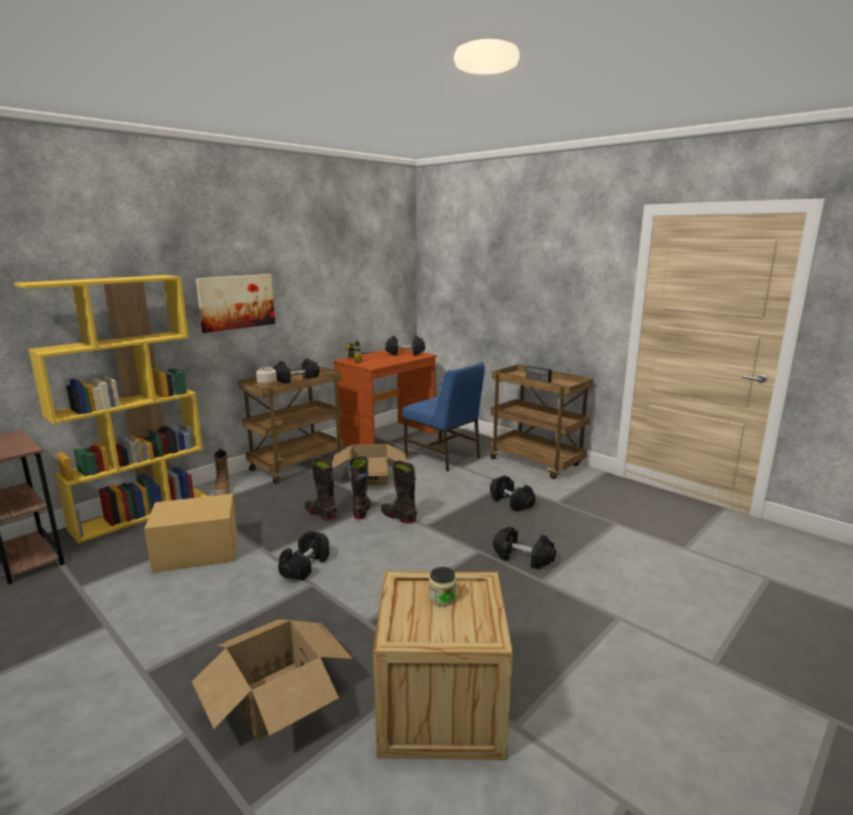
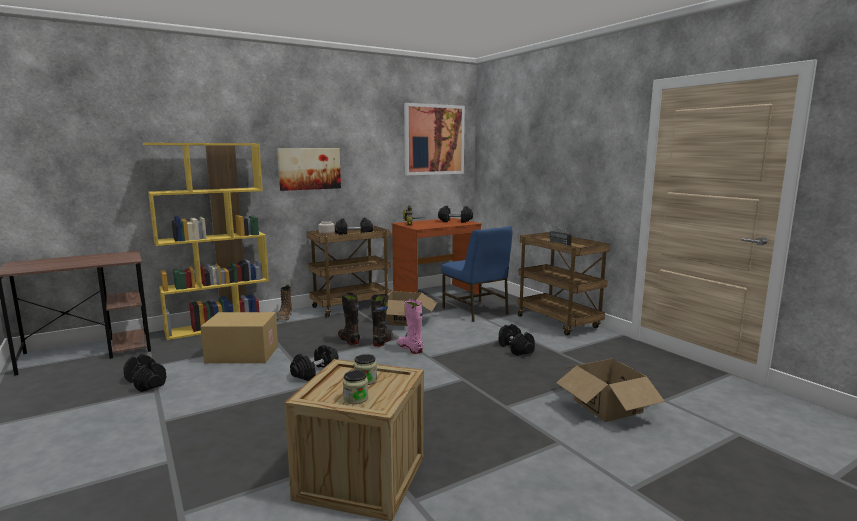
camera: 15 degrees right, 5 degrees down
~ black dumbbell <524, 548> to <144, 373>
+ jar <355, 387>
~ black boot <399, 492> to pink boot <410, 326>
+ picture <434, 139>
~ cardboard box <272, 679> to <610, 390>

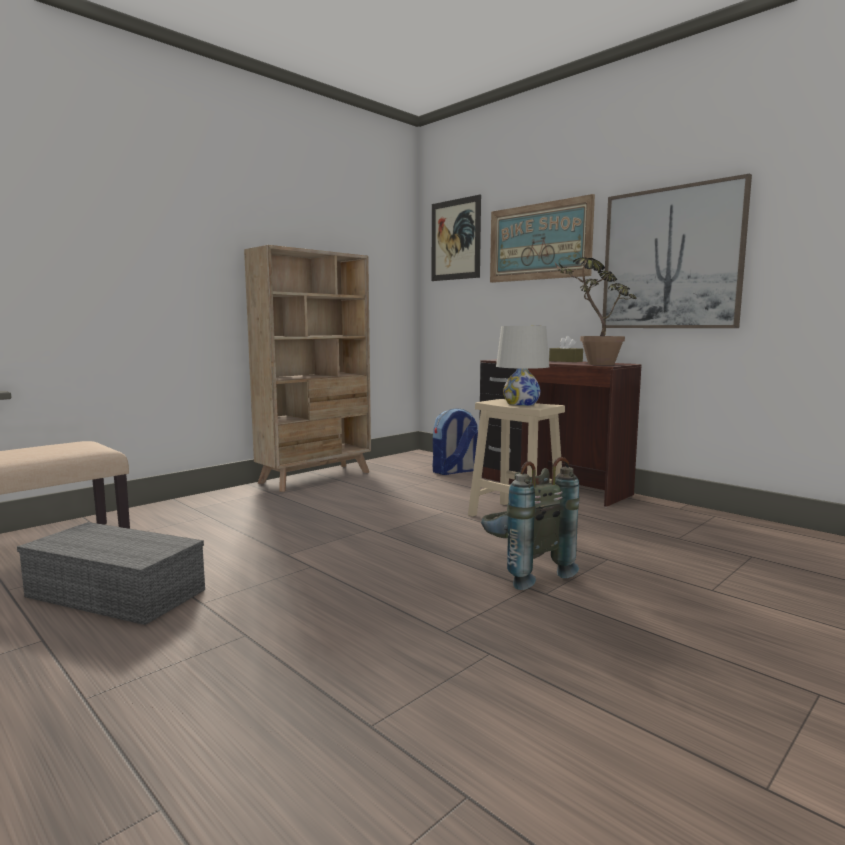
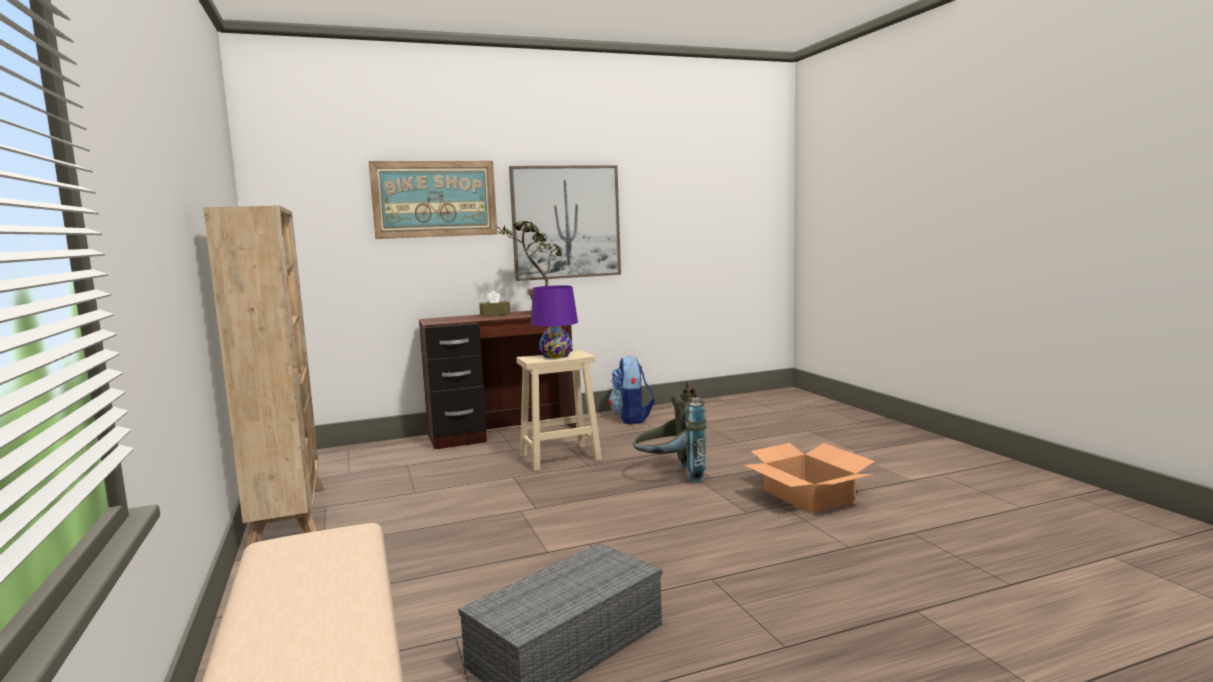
camera: 65 degrees left, 0 degrees up
~ white table lamp <522, 366> to purple table lamp <554, 321>
~ backpack <455, 441> to <632, 390>
+ cardboard box <809, 478>
- picture <456, 238>

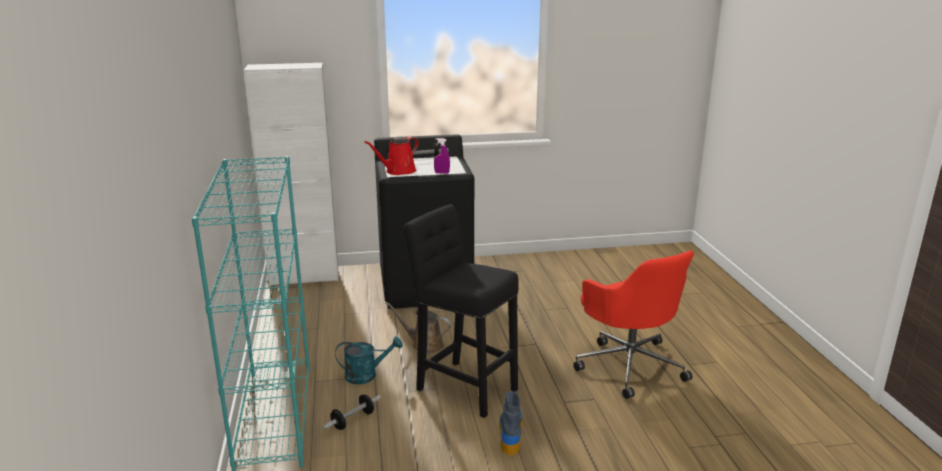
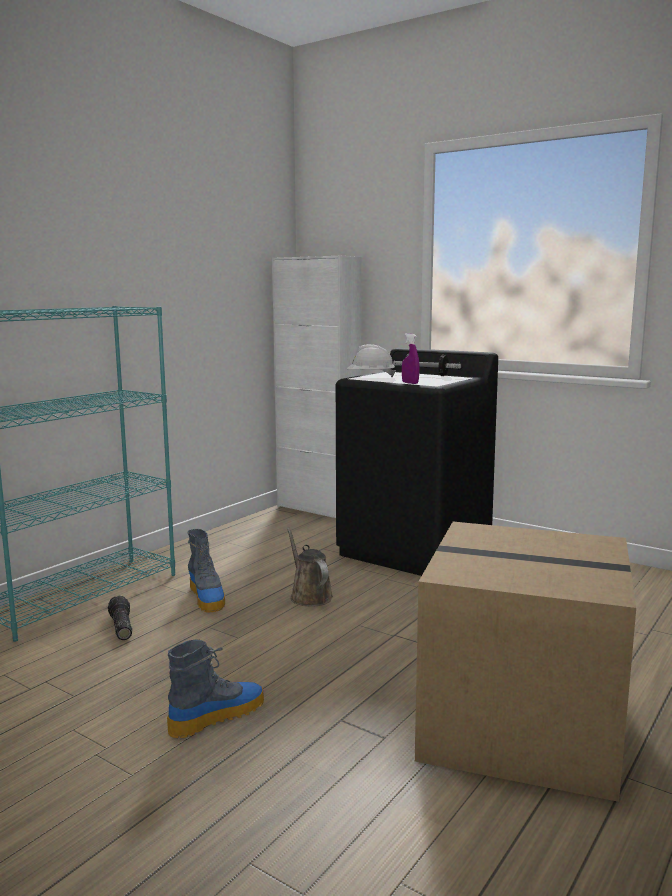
camera: 45 degrees right, 10 degrees down
~ dumbbell <351, 412> to flashlight <120, 618>
~ turquoise watering can <369, 360> to boot <206, 570>
~ red watering can <391, 155> to white hard hat <370, 360>
~ red office chair <633, 325> to cardboard box <525, 662>
- black stool <461, 311>

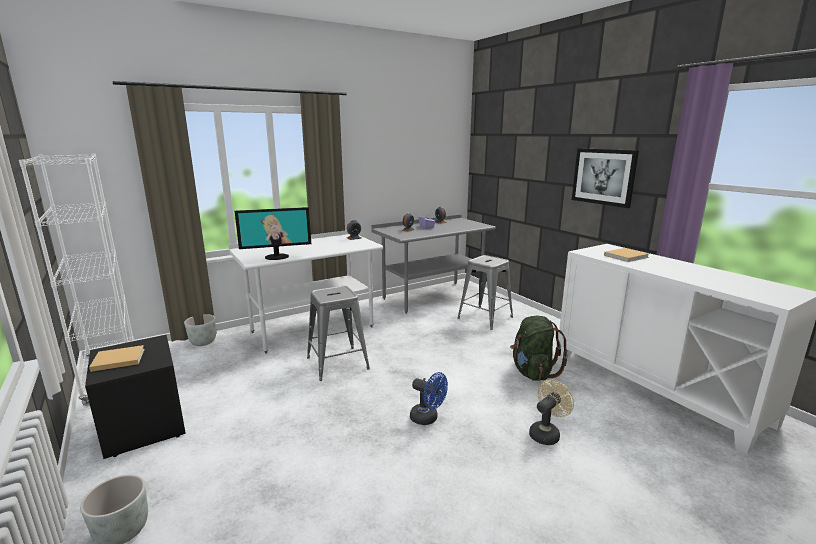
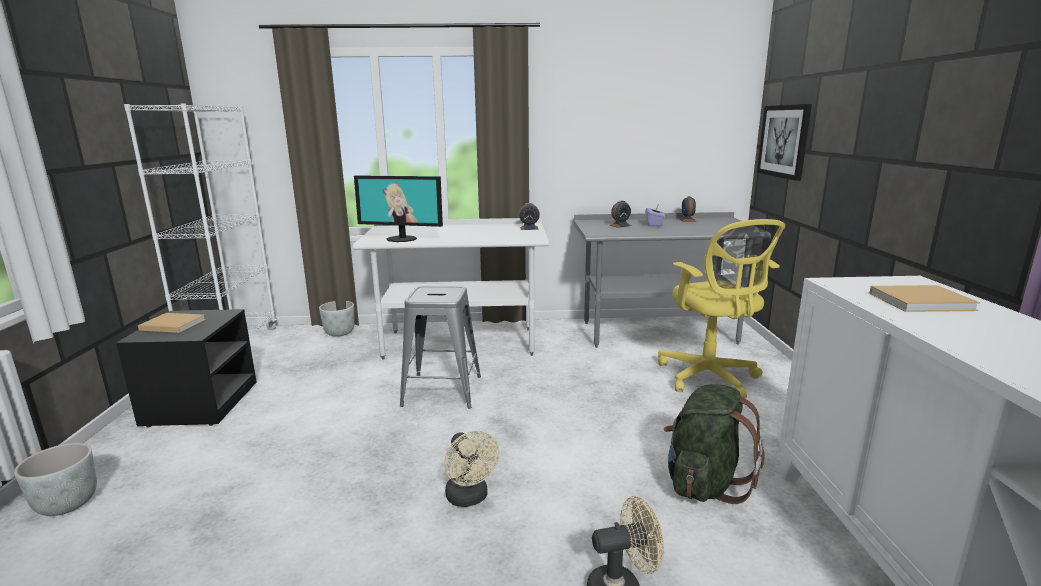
camera: 30 degrees right, 0 degrees up
~ blue fan <429, 398> to beige fan <472, 469>
~ grey stool <485, 292> to yellow office chair <721, 309>
~ picture <605, 178> to <784, 142>

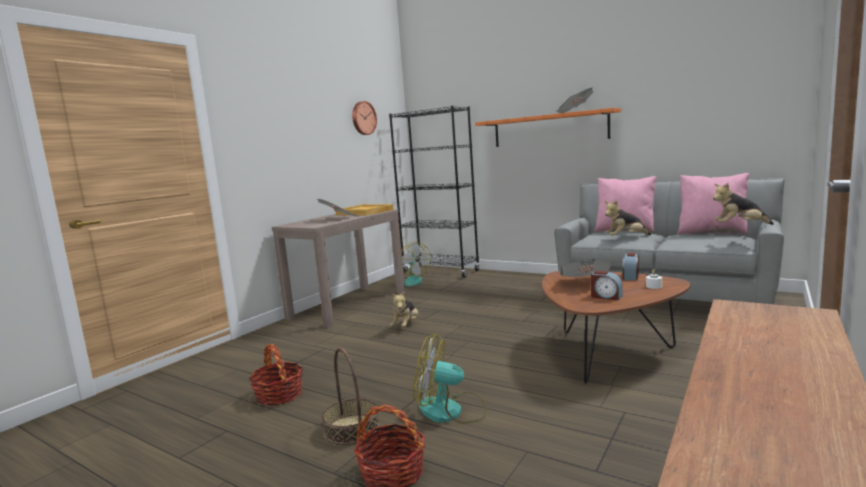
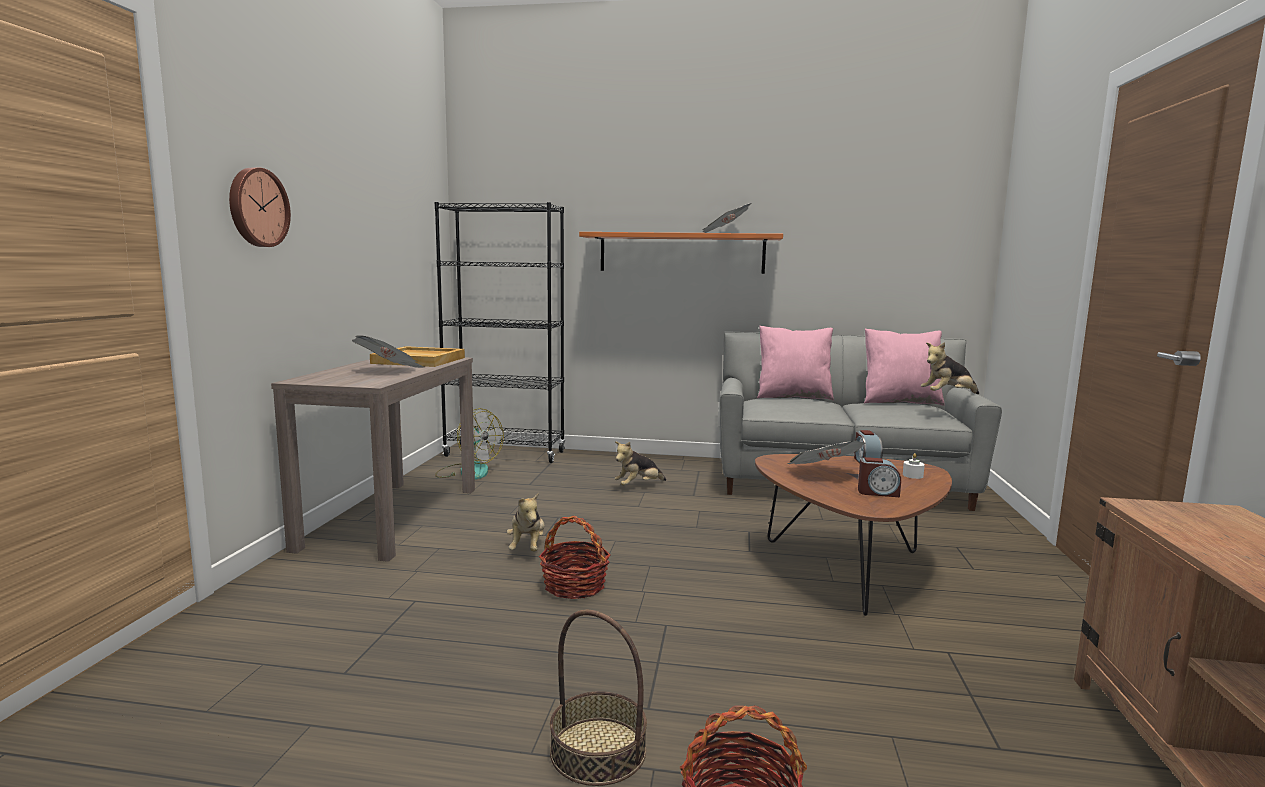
camera: 25 degrees left, 0 degrees up
~ wall clock <364, 118> to <260, 207>
~ basket <276, 375> to <574, 557>
~ plush toy <628, 218> to <640, 463>
- fan <450, 379>

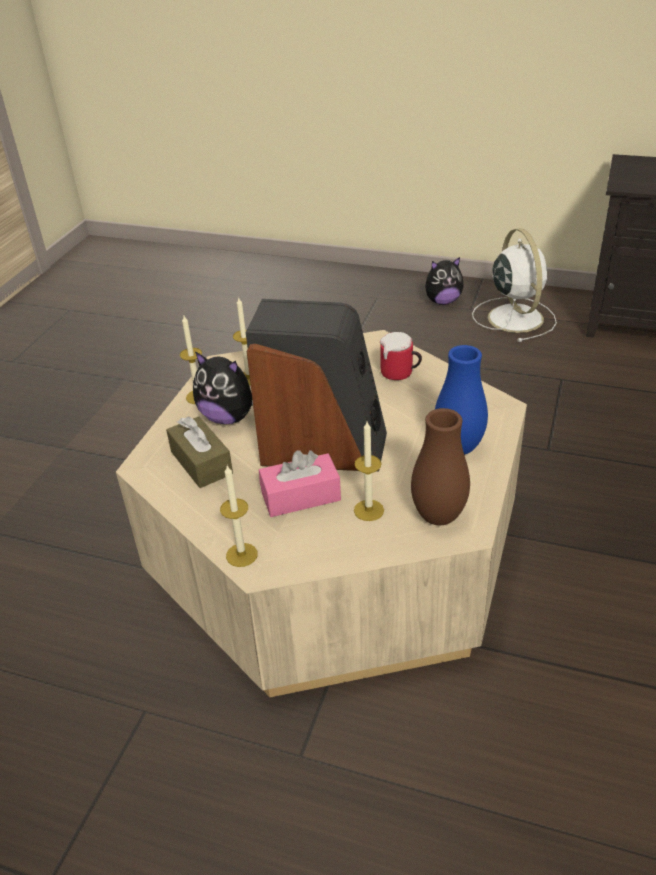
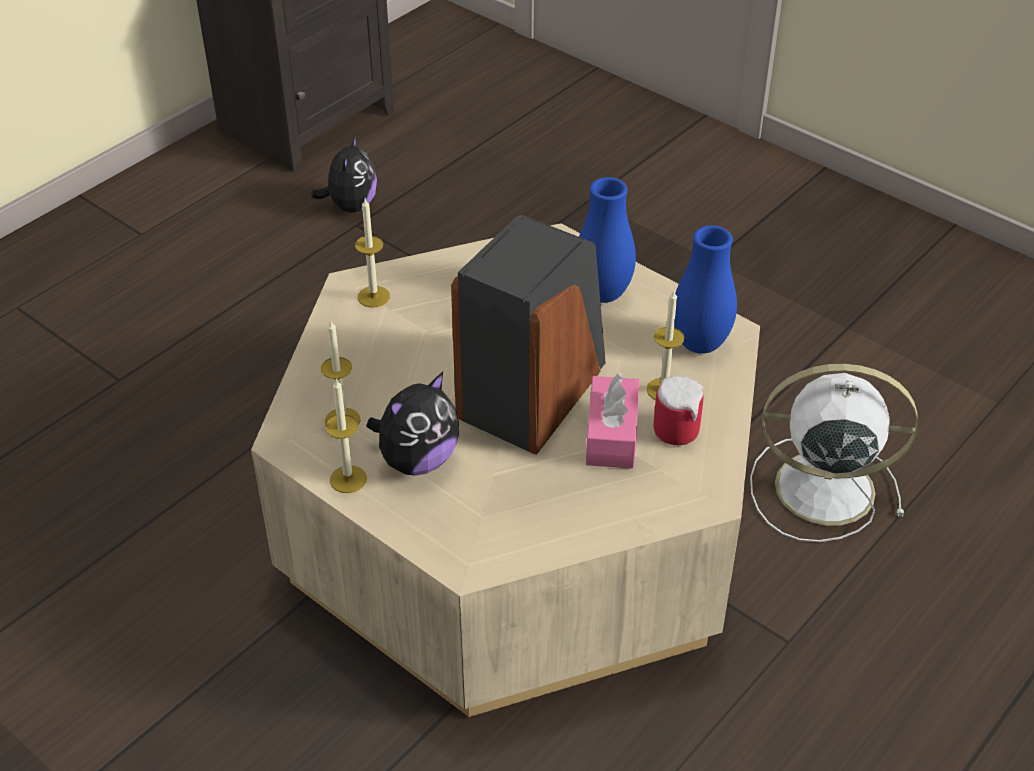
camera: 70 degrees left, 5 degrees up
~ plush toy <444, 281> to <344, 173>
~ candle <239, 516> to <372, 253>
~ mug <401, 356> to <678, 410>
~ brown vase <440, 466> to blue vase <705, 289>
~ white fan <514, 285> to <834, 453>
- brown tissue box <199, 452>

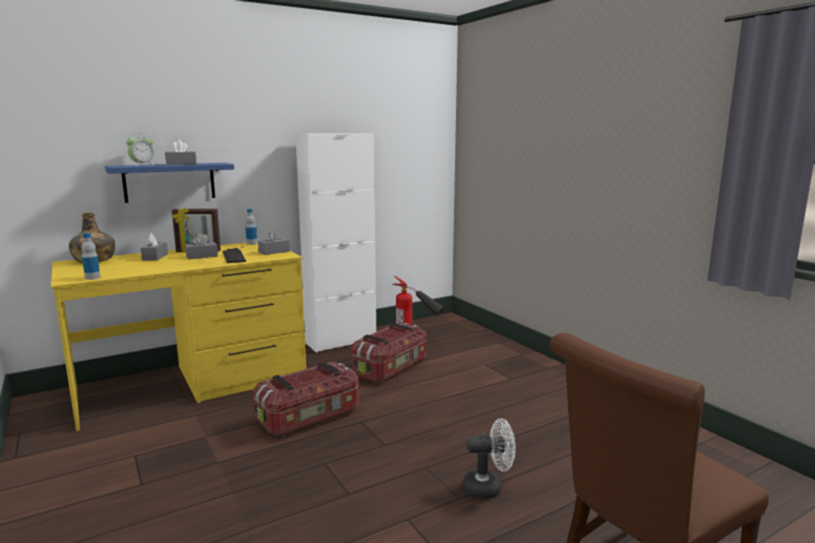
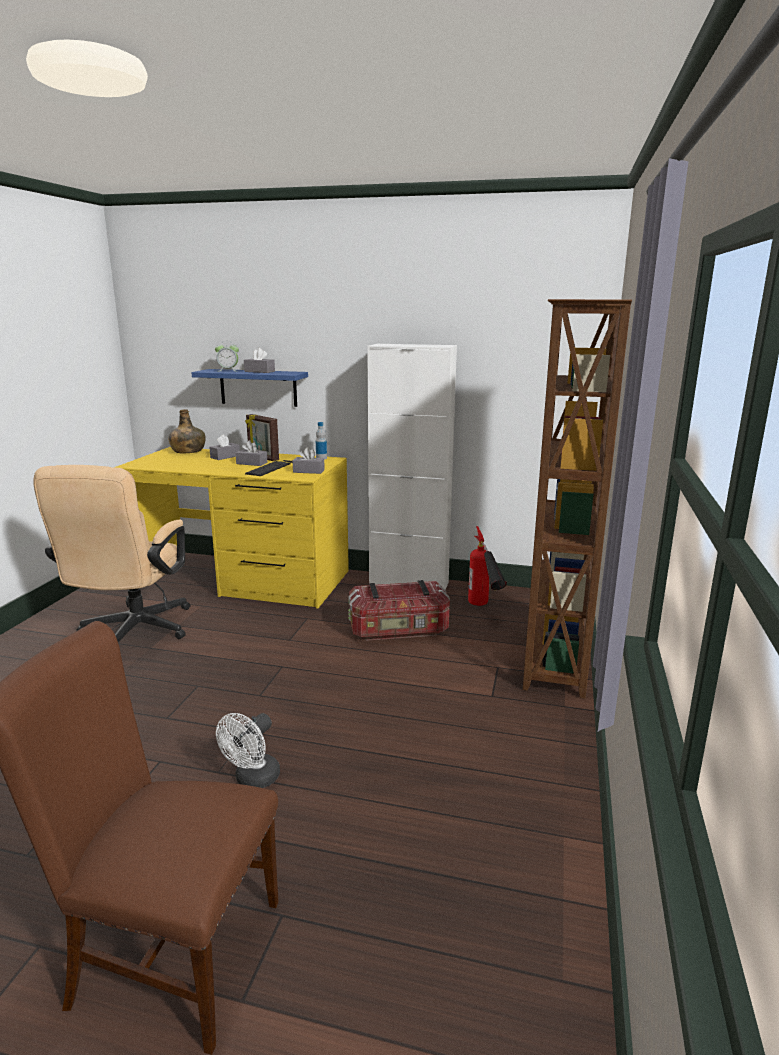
camera: 45 degrees right, 5 degrees up
+ beige office chair <112, 553>
~ white fan <489, 458> = <248, 750> 75 degrees clockwise
+ brown bookcase <577, 499>
- bottle <90, 256>
- storage box <306, 398>

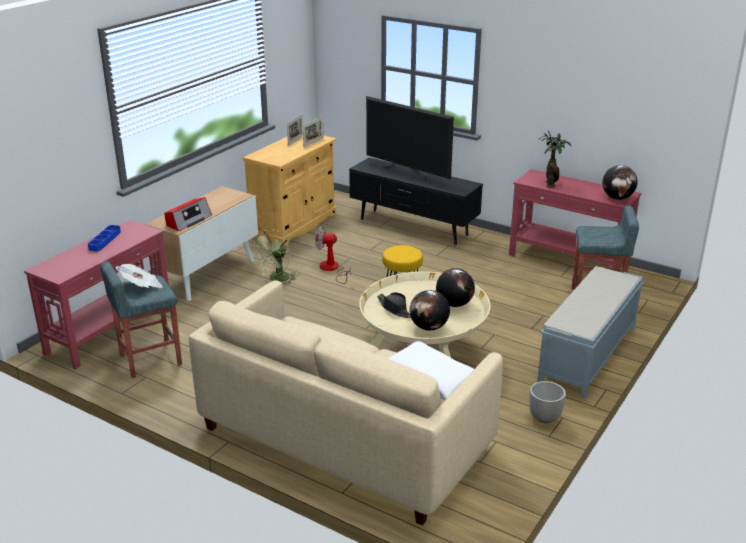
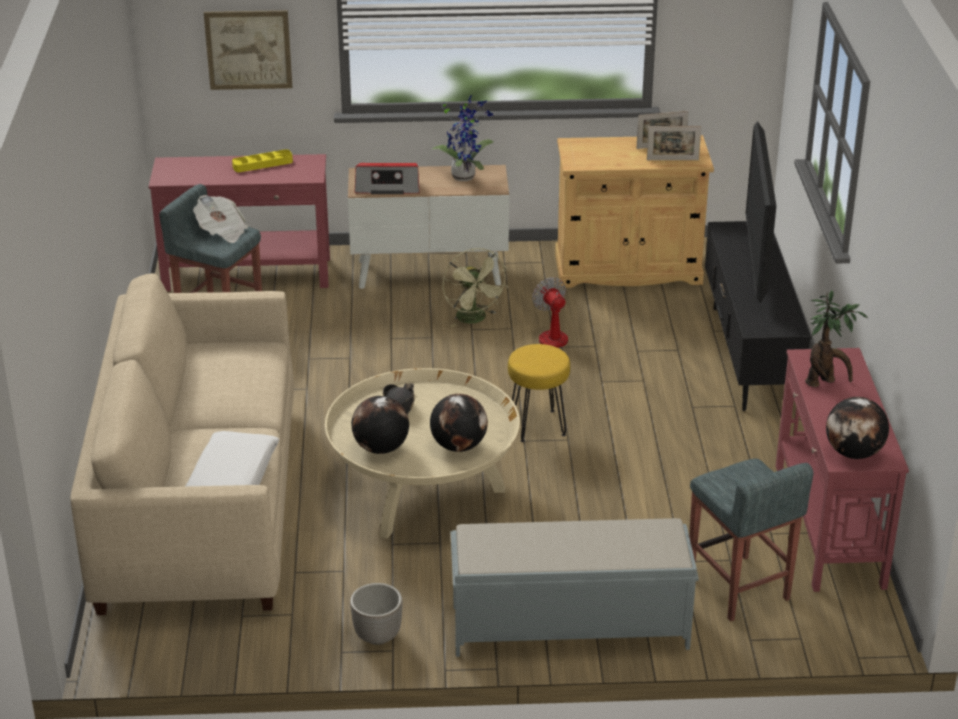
camera: 55 degrees right, 5 degrees up
+ picture <248, 50>
~ blue tray <104, 238> to yellow tray <262, 160>
+ potted plant <463, 138>
~ green fan <274, 256> = <475, 287> 120 degrees counterclockwise

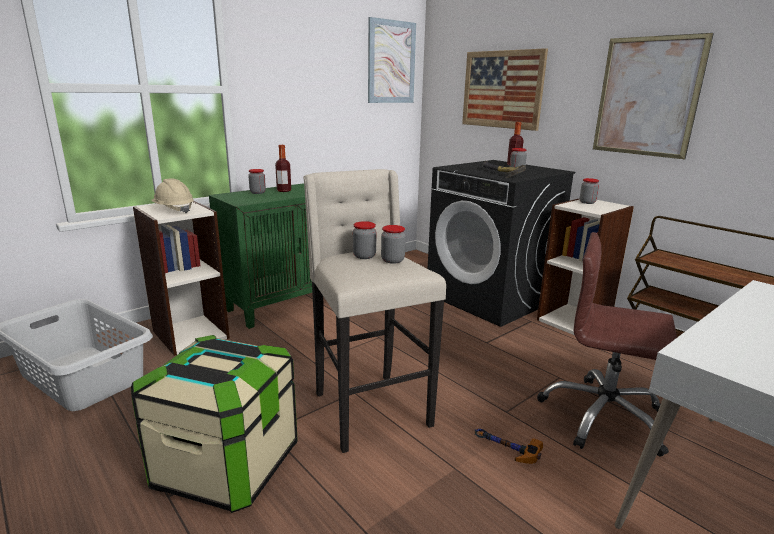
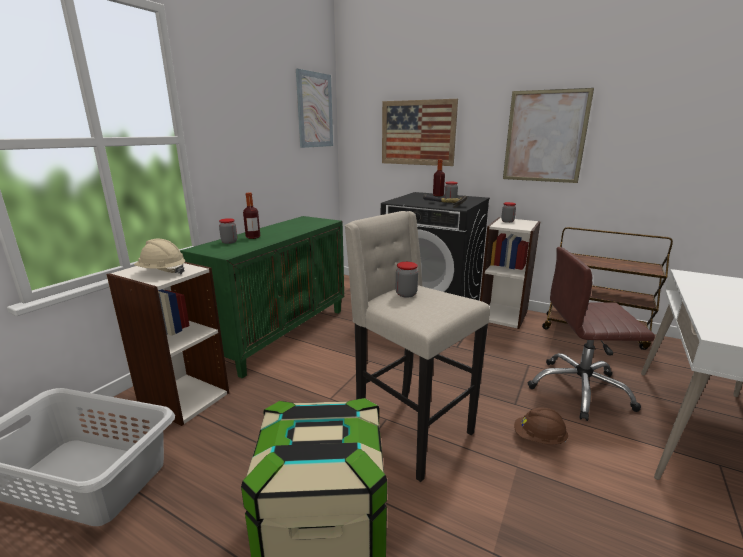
camera: 20 degrees left, 0 degrees up
~ hammer <509, 446> to brown hard hat <541, 425>
- jar <393, 244>

